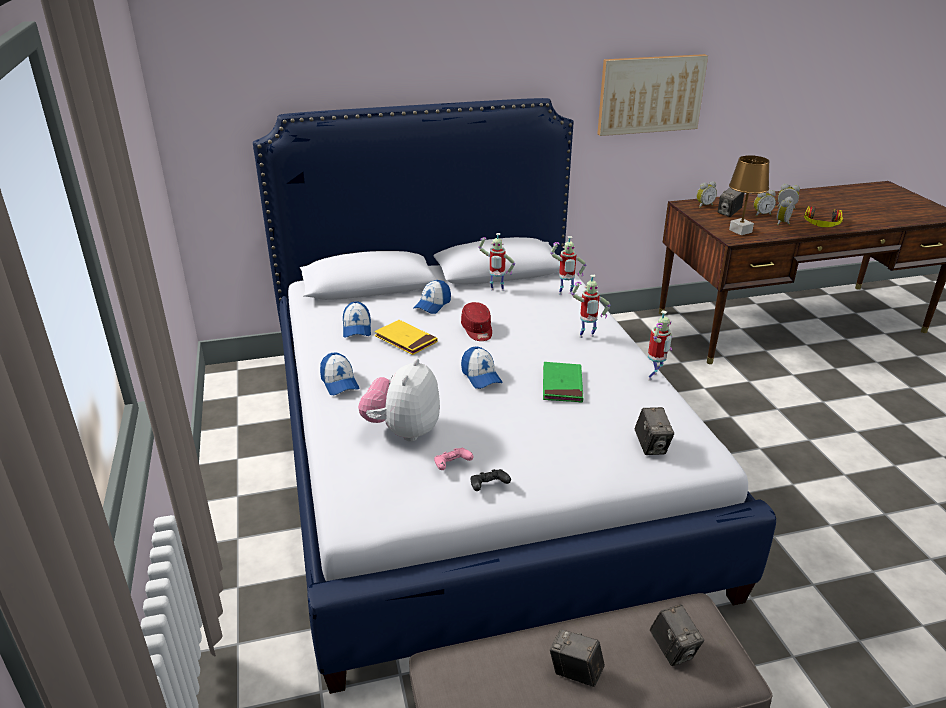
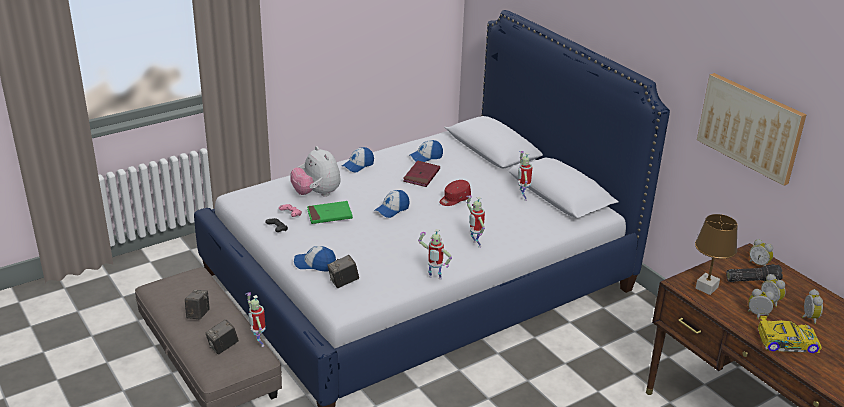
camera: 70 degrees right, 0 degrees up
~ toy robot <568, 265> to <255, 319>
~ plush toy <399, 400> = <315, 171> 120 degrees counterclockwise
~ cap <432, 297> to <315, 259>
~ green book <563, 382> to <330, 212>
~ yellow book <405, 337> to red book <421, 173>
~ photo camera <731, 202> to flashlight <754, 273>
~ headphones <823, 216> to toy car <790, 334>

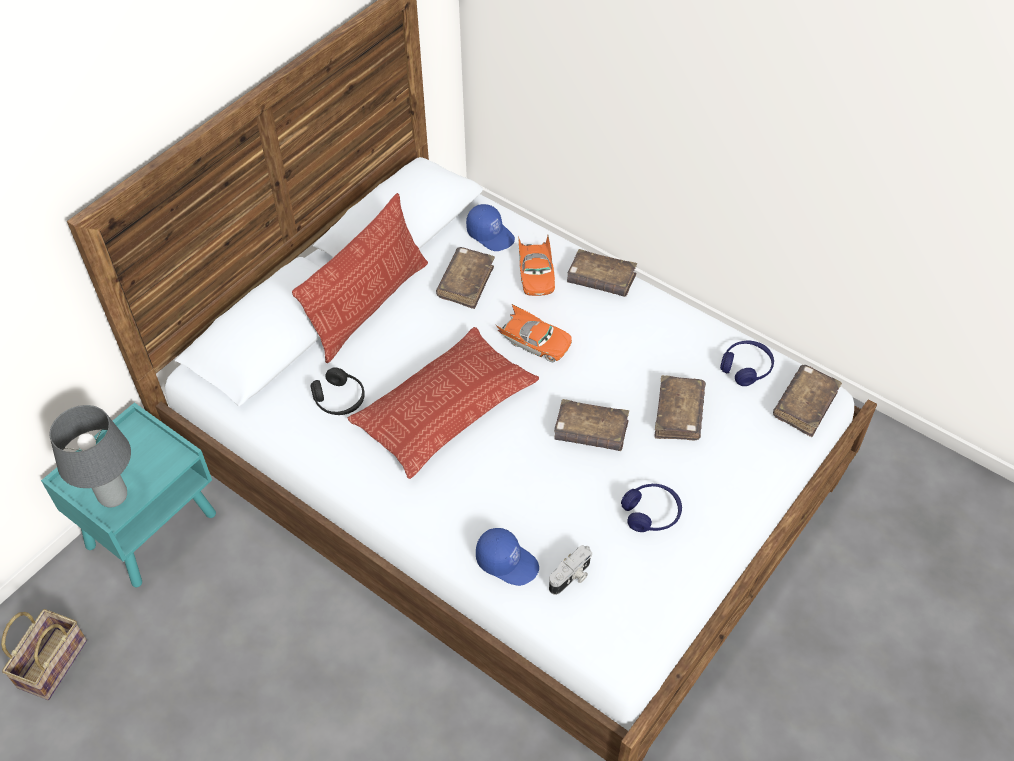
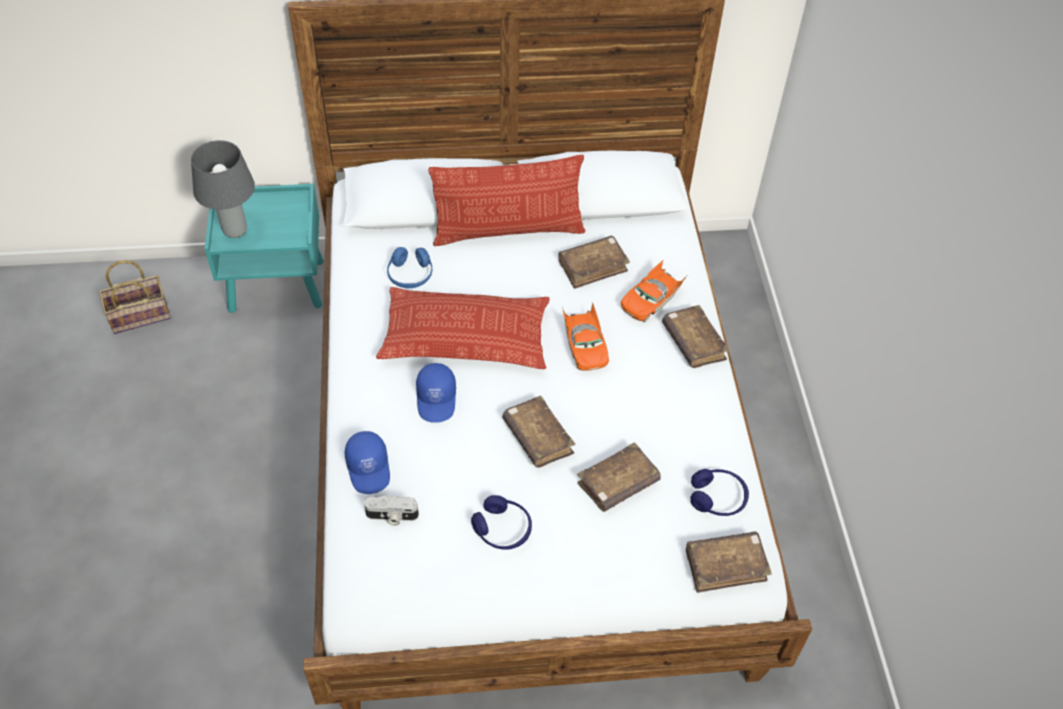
camera: 45 degrees right, 0 degrees up
~ black headphones <338, 391> to blue headphones <409, 267>
~ blue cap <490, 227> to <436, 393>

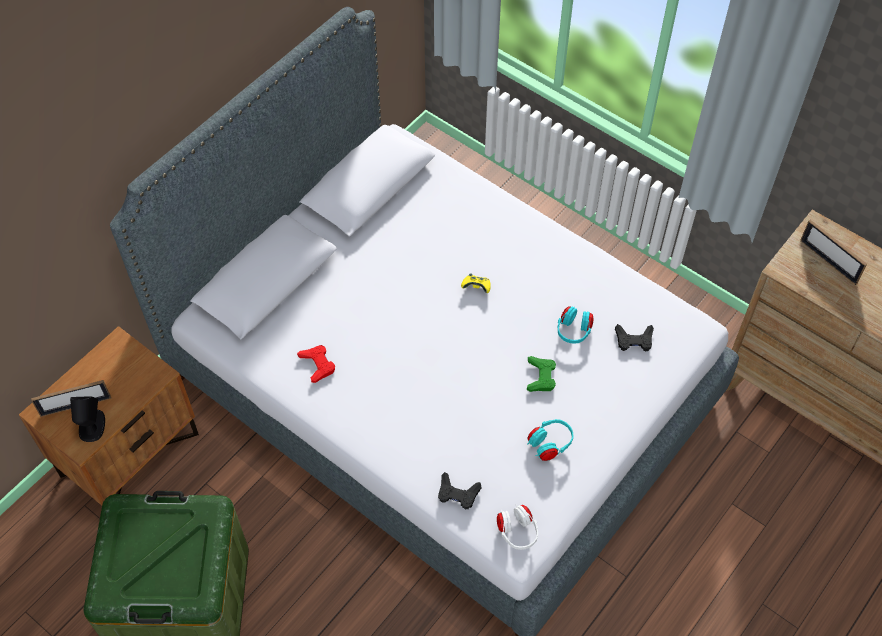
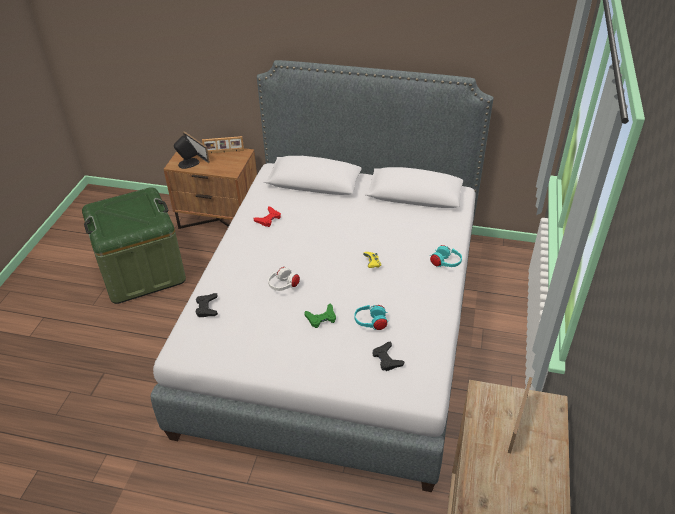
camera: 65 degrees right, 15 degrees down
+ picture frame <223, 145>
~ white headphones <517, 527> to <284, 279>
~ turquoise headphones <550, 440> to <446, 256>

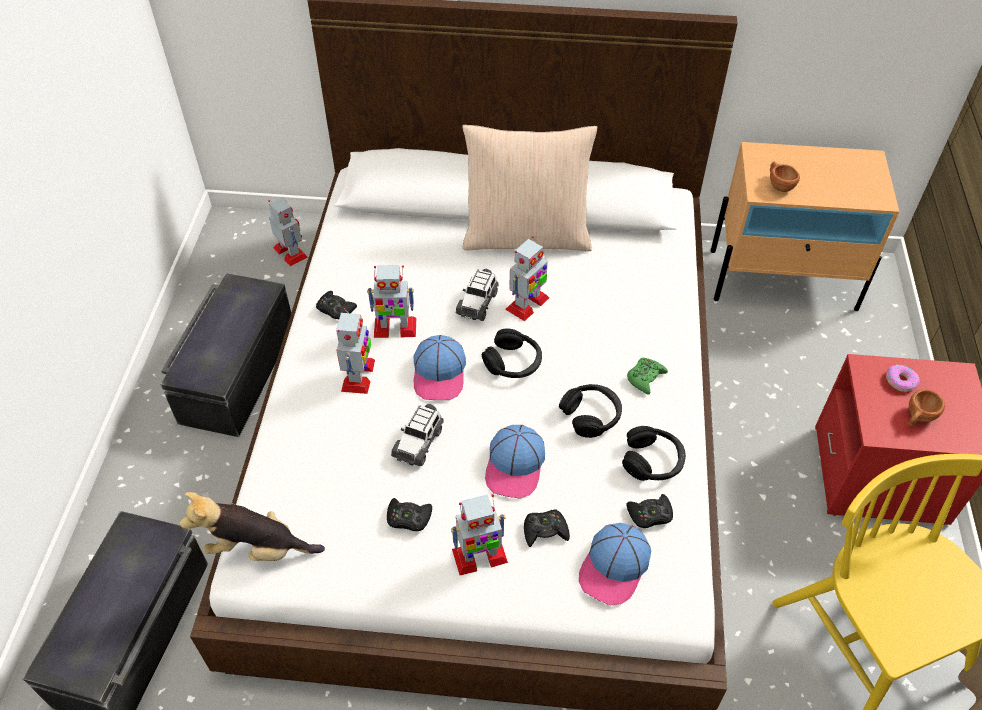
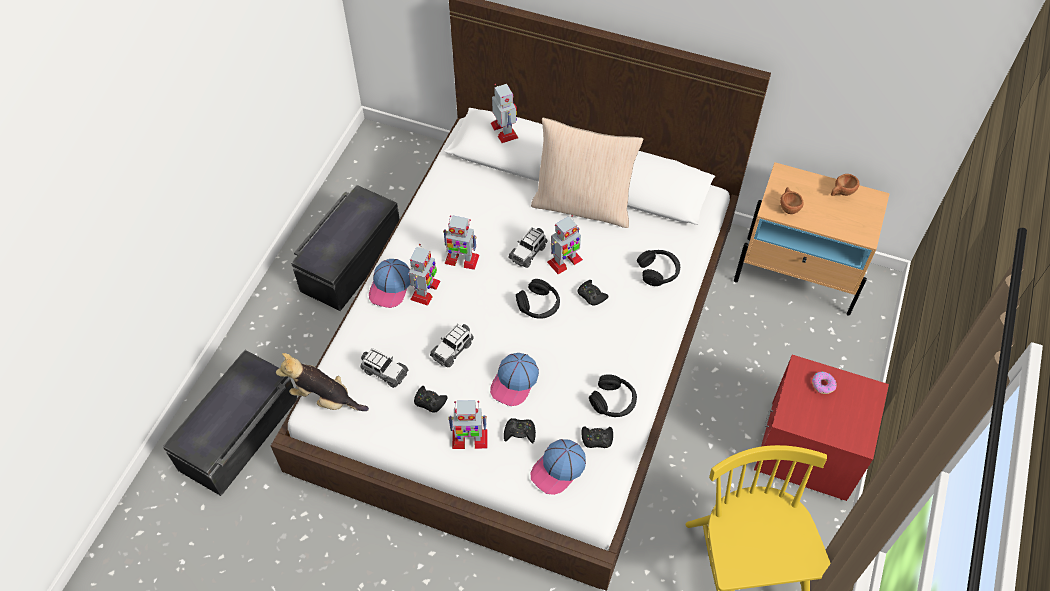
camera: 15 degrees right, 5 degrees up
+ toy car <384, 368>
~ cap <440, 367> to <389, 283>
~ toy robot <288, 232> to <504, 113>
~ black game controller <336, 305> to <593, 293>
~ black headphones <590, 411> to <658, 268>
~ brown cup <926, 408> to <845, 185>
- green game controller <647, 376>

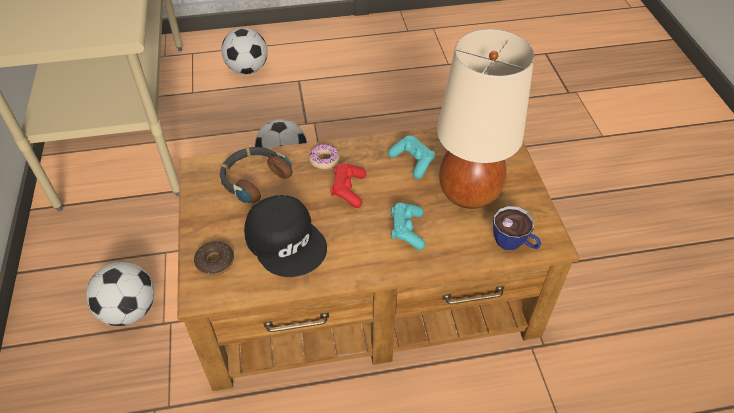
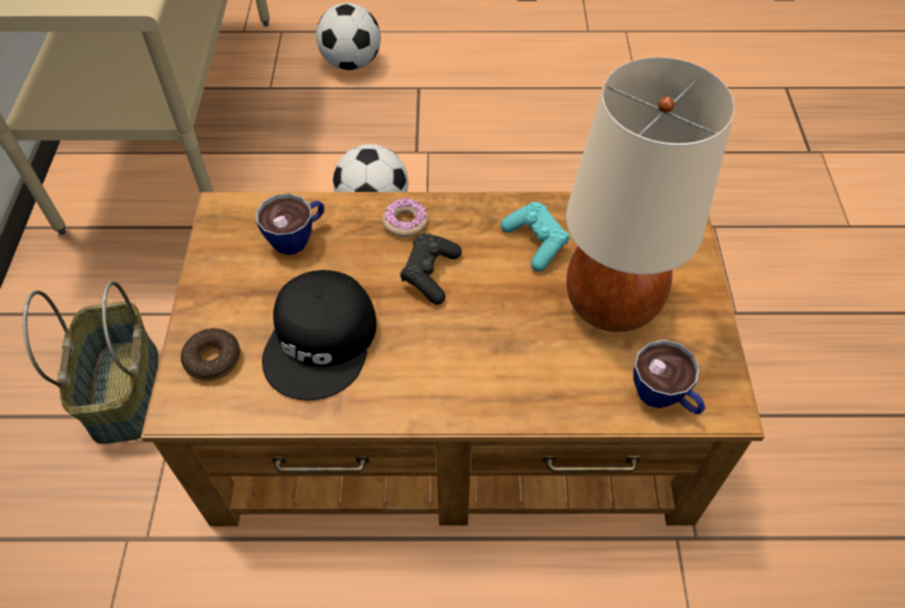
camera: 10 degrees right, 5 degrees up
~ football <120, 294> to basket <90, 362>
~ headphones <256, 175> to cup <290, 224>
~ black cap <285, 236> = <319, 335> 45 degrees clockwise
~ red game controller <348, 185> to black game controller <431, 269>
- turquoise game controller <408, 226>

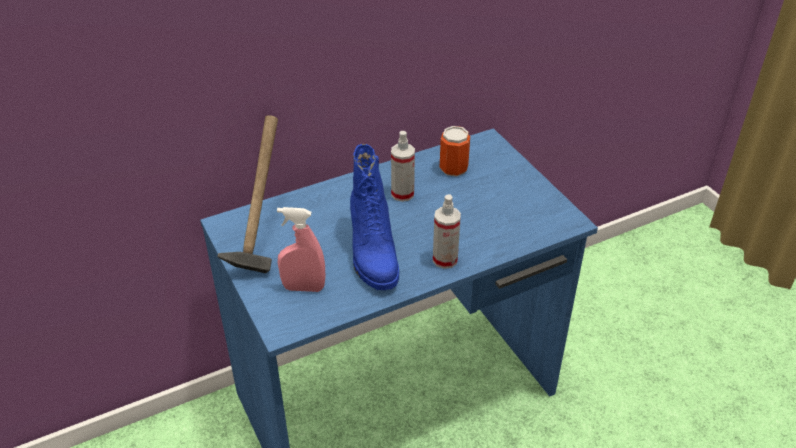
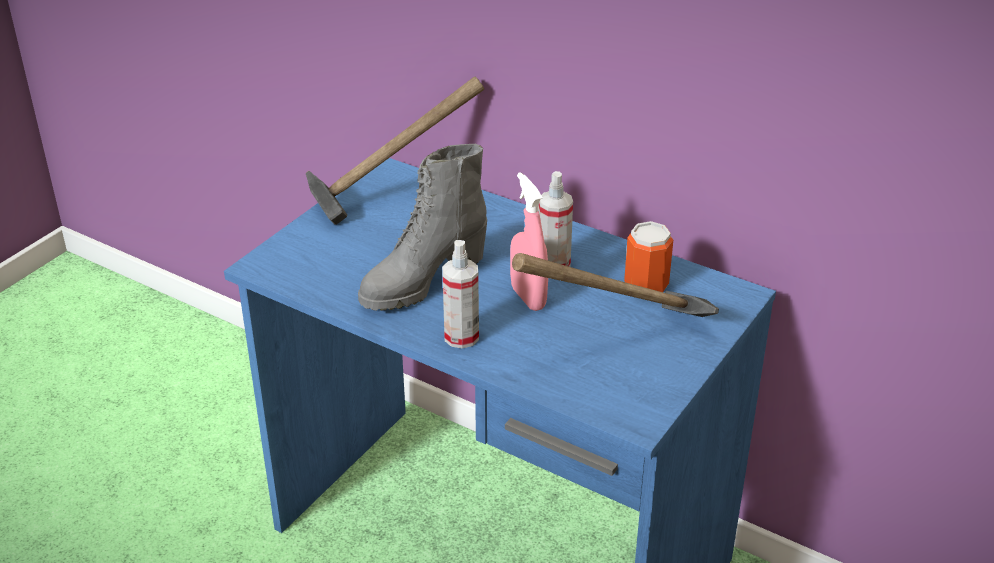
camera: 60 degrees right, 5 degrees down
~ blue boot <374, 217> to grey boot <422, 227>
~ pink spray bottle <301, 249> to <529, 241>
+ hammer <615, 285>

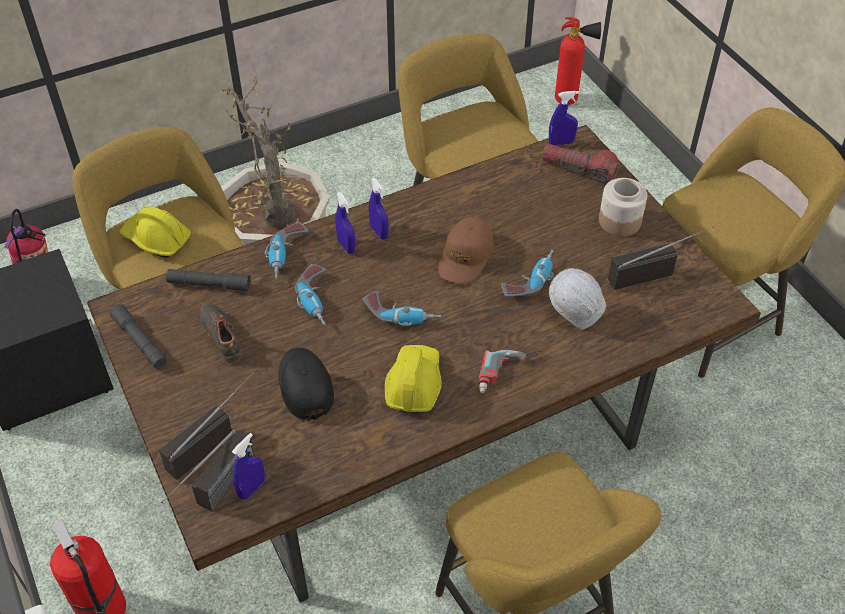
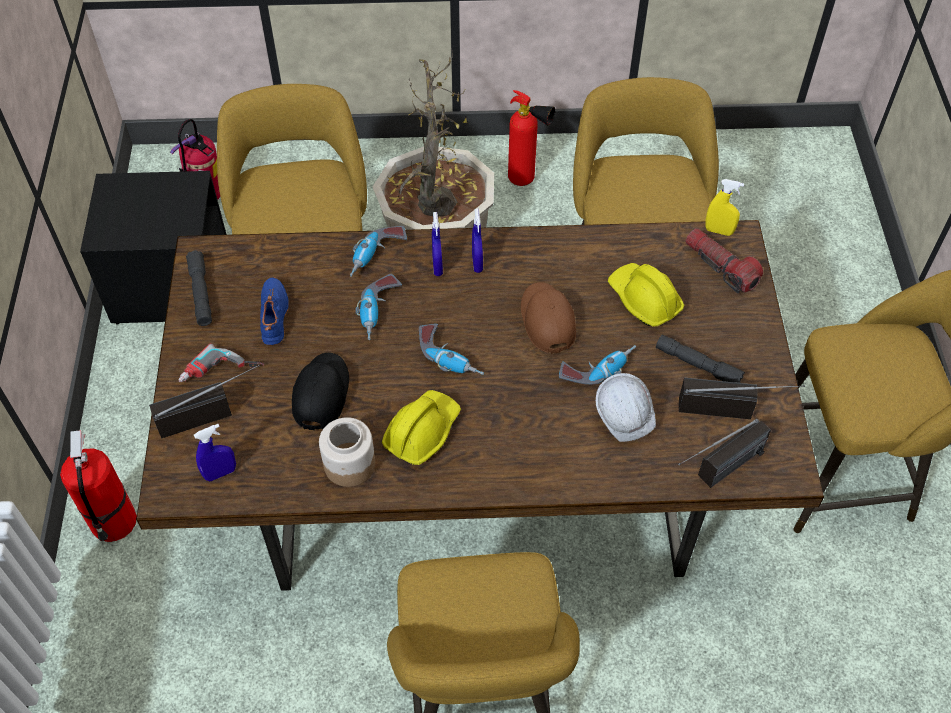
camera: 25 degrees right, 5 degrees up
~ power drill <511, 371> to <221, 363>
~ black shoe <221, 332> to blue shoe <274, 311>
~ jar <623, 207> to <347, 452>
~ fire extinguisher <578, 61> to <531, 138>
~ brown cap <465, 250> = <548, 318> 120 degrees clockwise
~ yellow hard hat <155, 232> to <646, 295>
~ grey flashlight <208, 280> to <700, 358>
~ radio <207, 470> to <724, 453>
~ blue spray bottle <564, 118> to yellow spray bottle <724, 207>

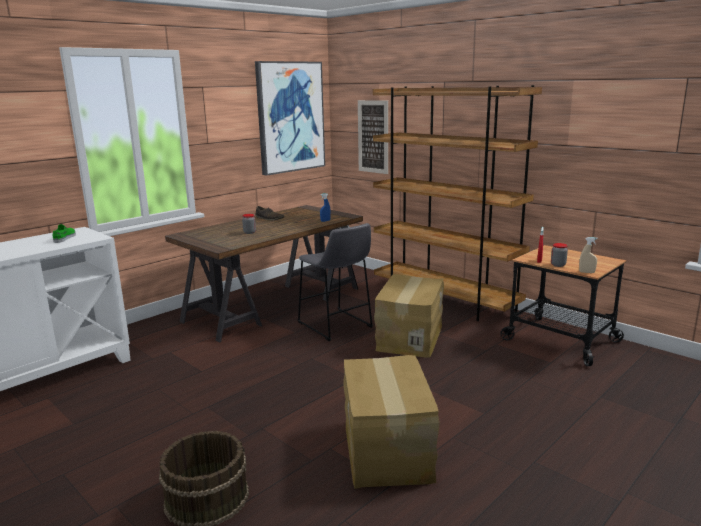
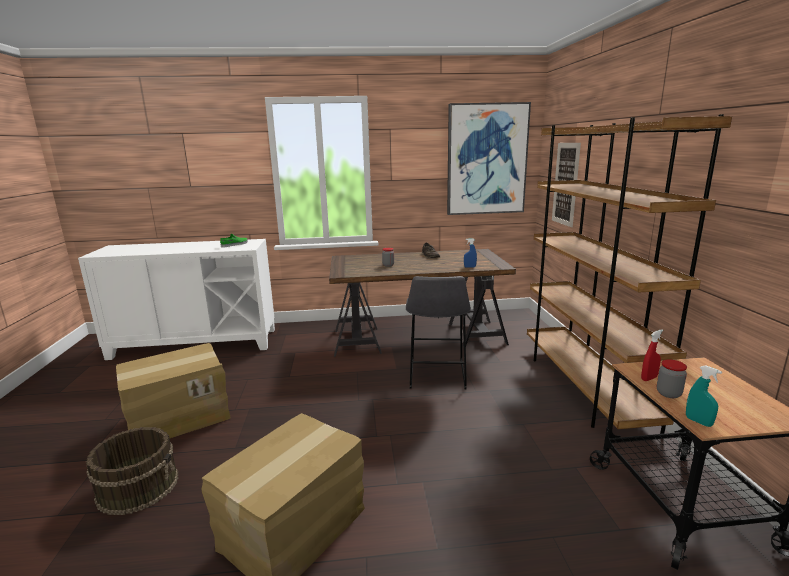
camera: 40 degrees right, 0 degrees up
~ cardboard box <409, 316> to <173, 390>
~ beige spray bottle <588, 255> to turquoise spray bottle <704, 396>

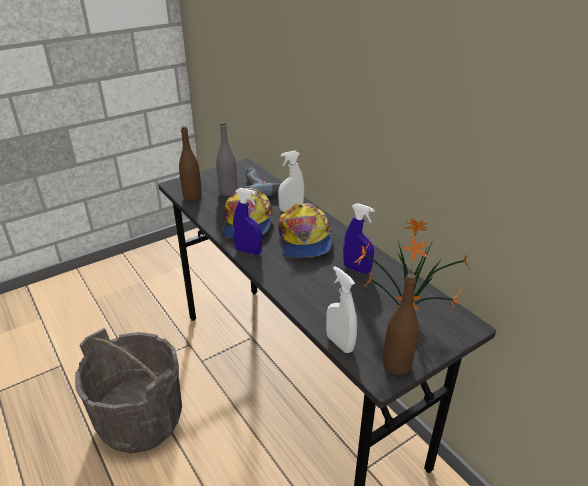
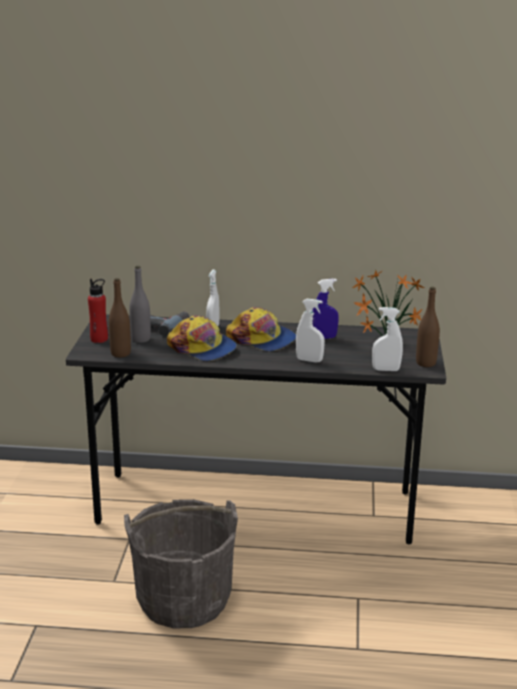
camera: 50 degrees left, 10 degrees down
+ red bottle <98, 311>
+ white spray bottle <310, 330>
- blue spray bottle <247, 221>

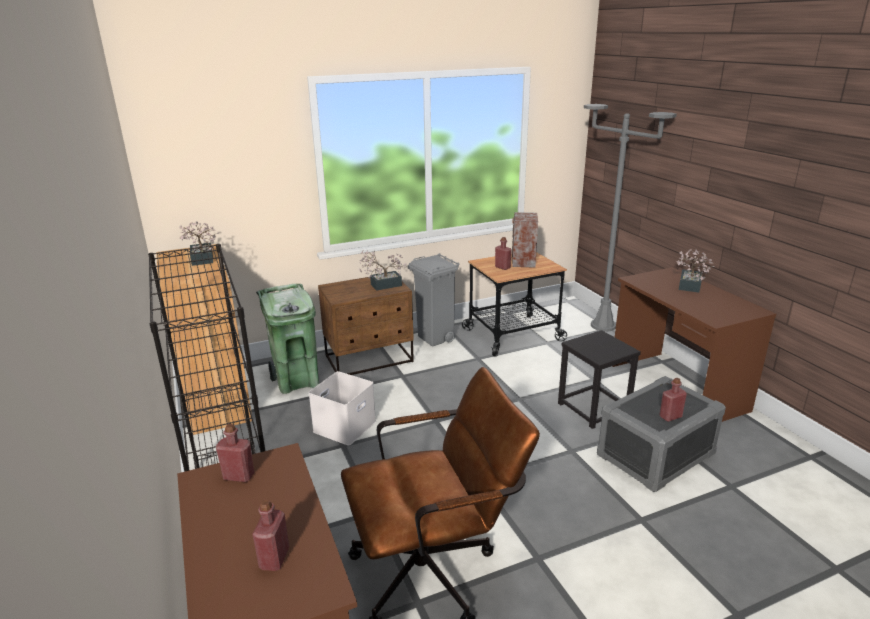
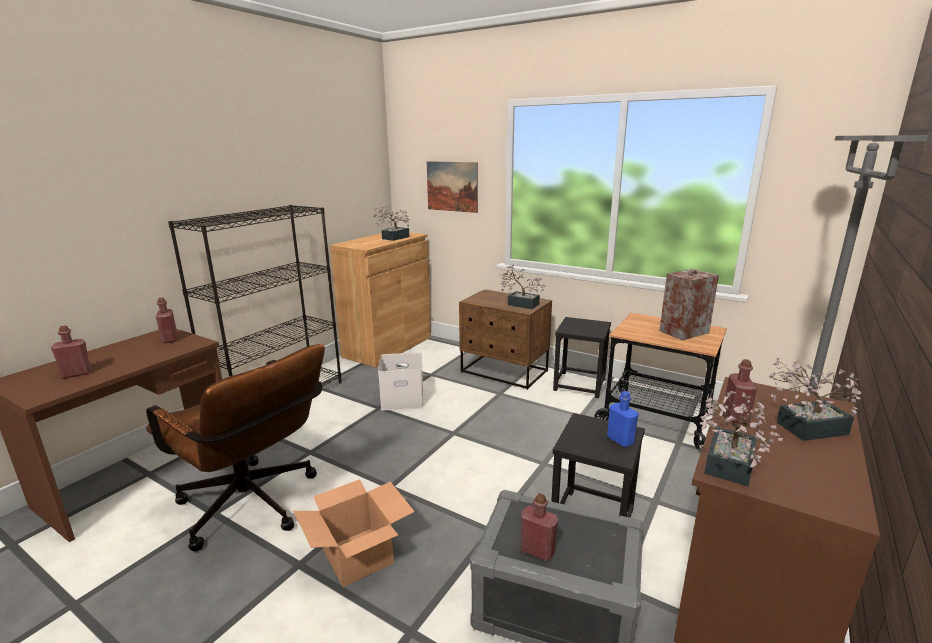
camera: 55 degrees right, 5 degrees down
+ cardboard box <354, 533>
+ picture <452, 187>
~ grey trash can <433, 300> to black stool <582, 357>
+ blue bottle <623, 419>
+ potted plant <741, 438>
~ red bottle <503, 253> to <740, 391>
- green trash can <288, 339>

